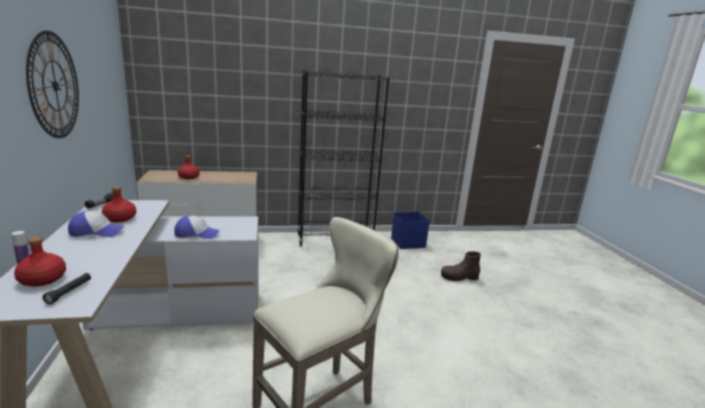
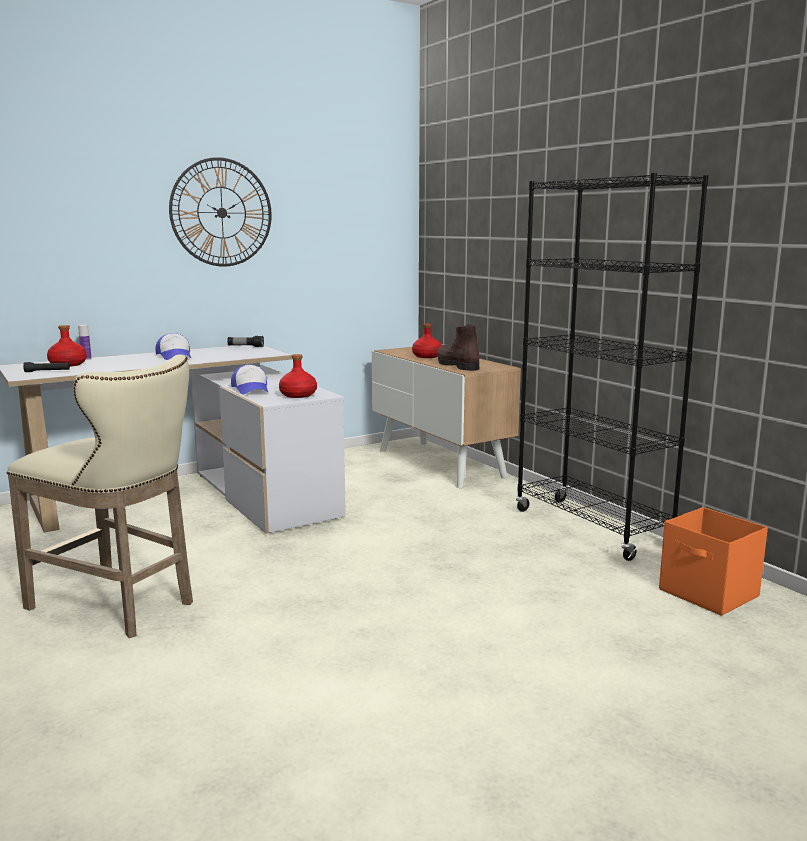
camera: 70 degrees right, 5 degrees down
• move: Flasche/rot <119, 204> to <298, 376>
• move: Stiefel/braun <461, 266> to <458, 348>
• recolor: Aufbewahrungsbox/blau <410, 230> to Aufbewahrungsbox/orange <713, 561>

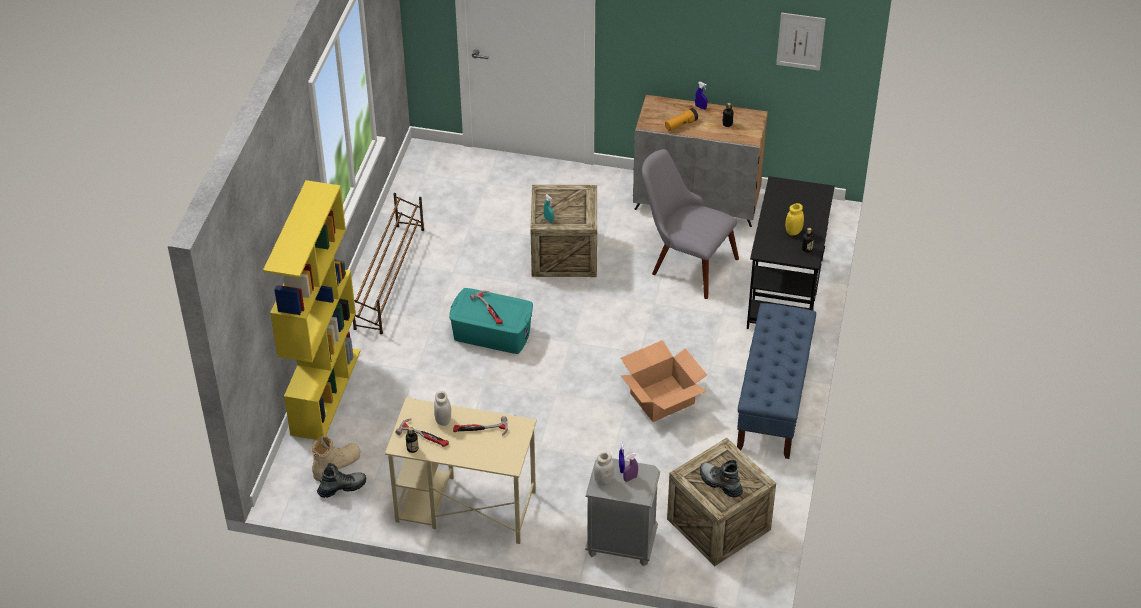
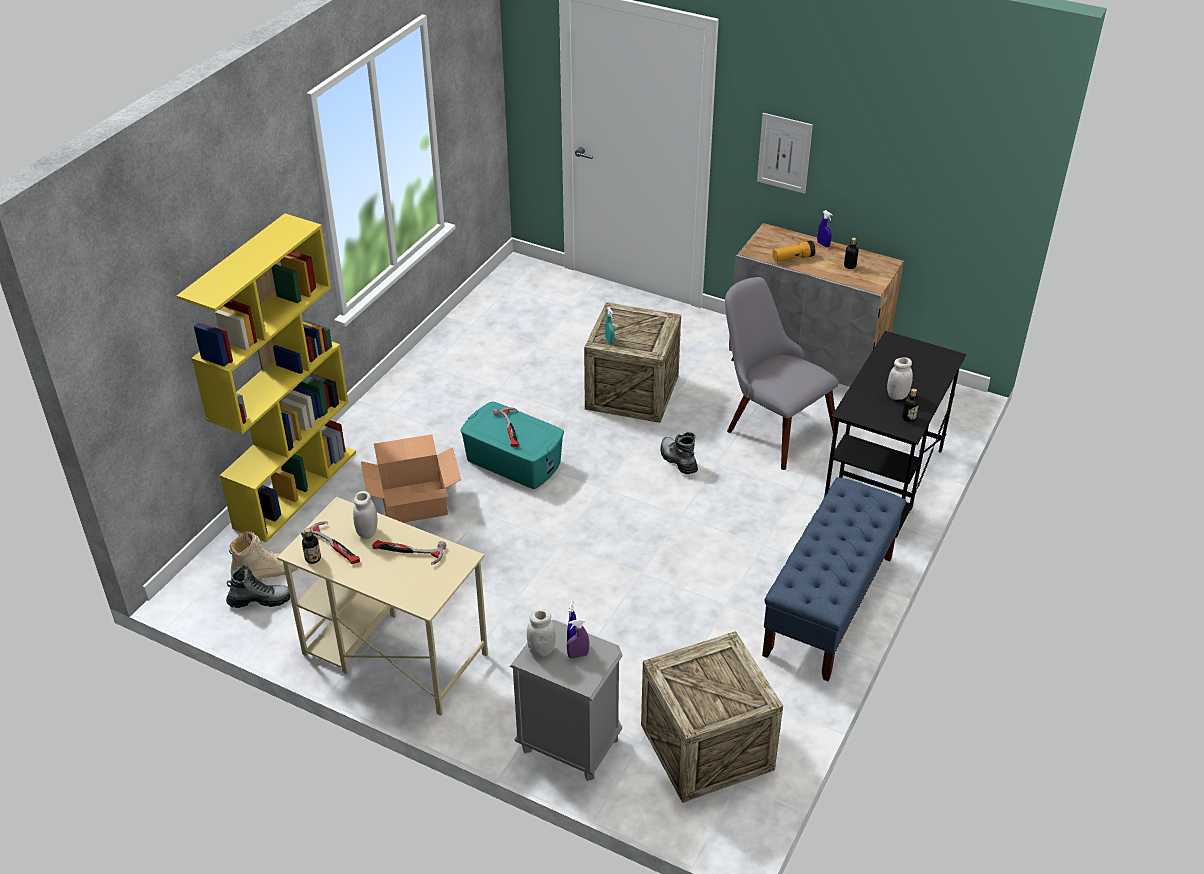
camera: 15 degrees right, 5 degrees down
• delete: Schuhregal/braun <388, 263>
• move: Karton <663, 381> to <411, 478>
• move: Stiefel <721, 479> to <679, 453>
• move: Bild <801, 42> to <785, 153>
• recolor: Vorratsglas/gelb <794, 219> to Vorratsglas/weiß <900, 378>

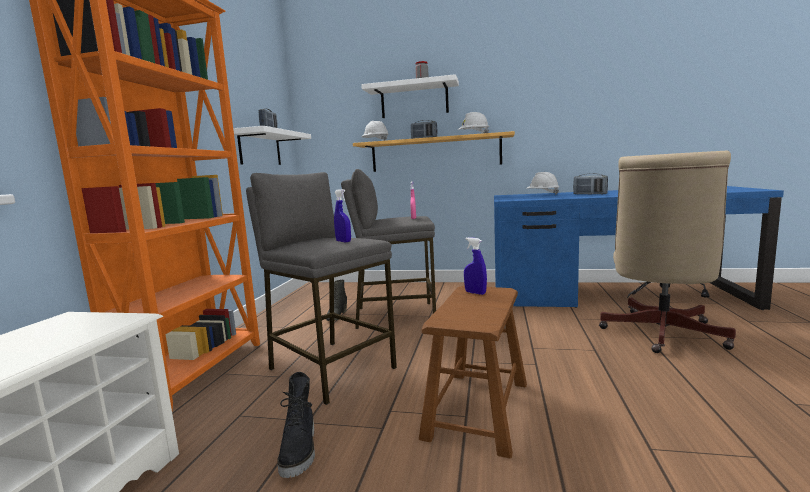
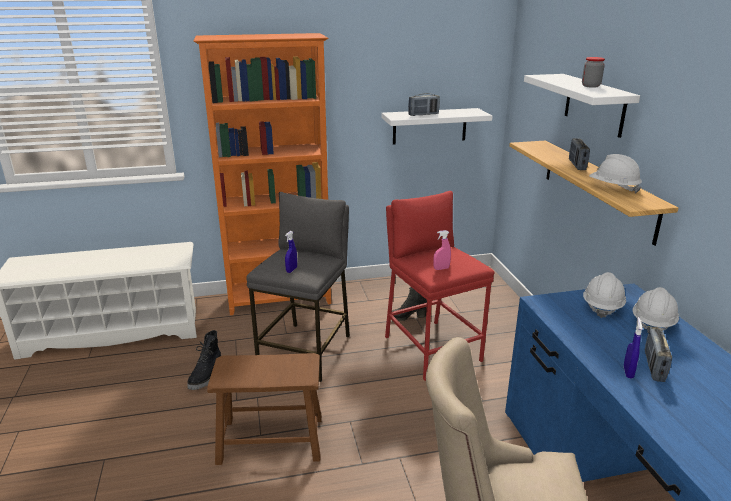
camera: 65 degrees right, 15 degrees up
• move: Schutzhelm/weiß <375, 131> to <604, 295>
• move: Sprühflasche/blau <475, 266> to <633, 348>
• recolor: Hocker/grau <388, 249> to Hocker/rot <439, 286>
• rotate: Stiefel/schwarz <296, 425> = <204, 360> 45 degrees counterclockwise

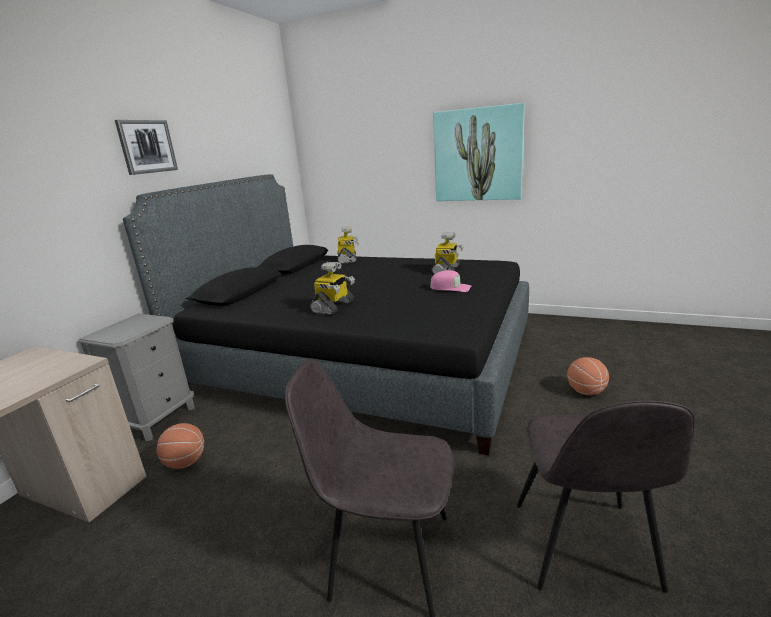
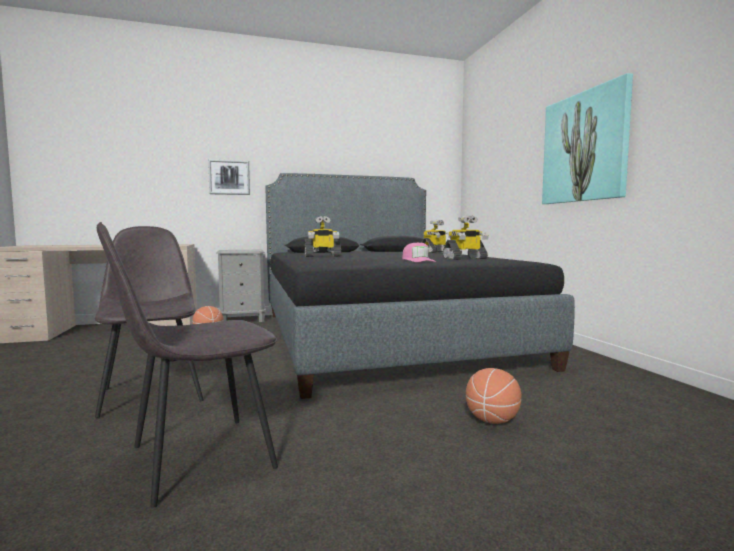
camera: 50 degrees right, 15 degrees down
• move: Bild <146, 147> to <229, 177>

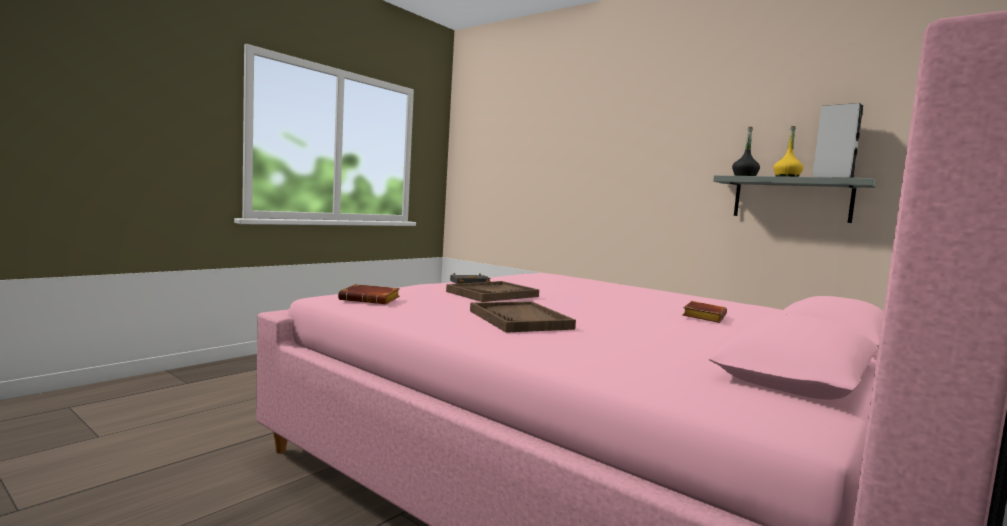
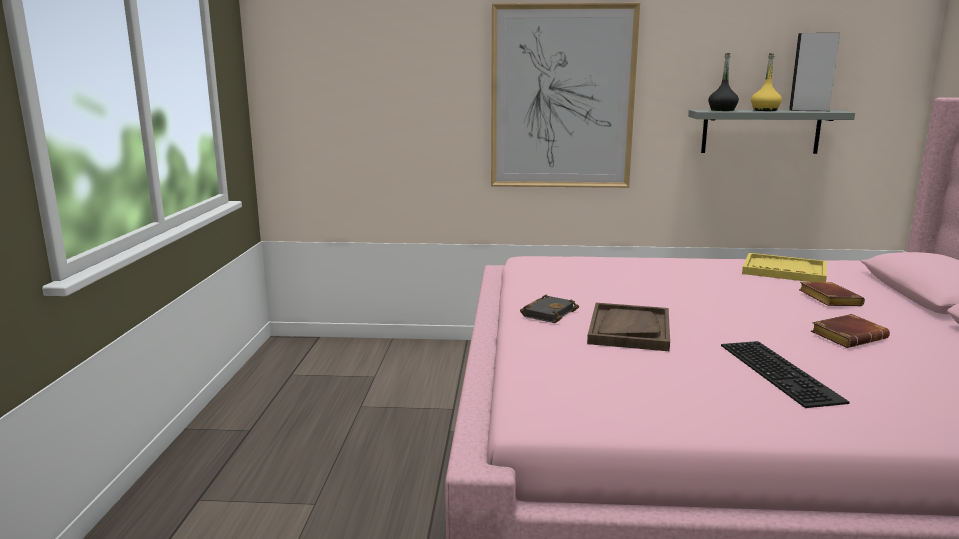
camera: 35 degrees left, 10 degrees up
• insert: Bild <565, 95>
• insert: Tablett/gelb <784, 267>
• move: Buch/braun <369, 294> to <850, 331>
• replace: Tablett/braun <523, 317> to Tastatur <785, 374>

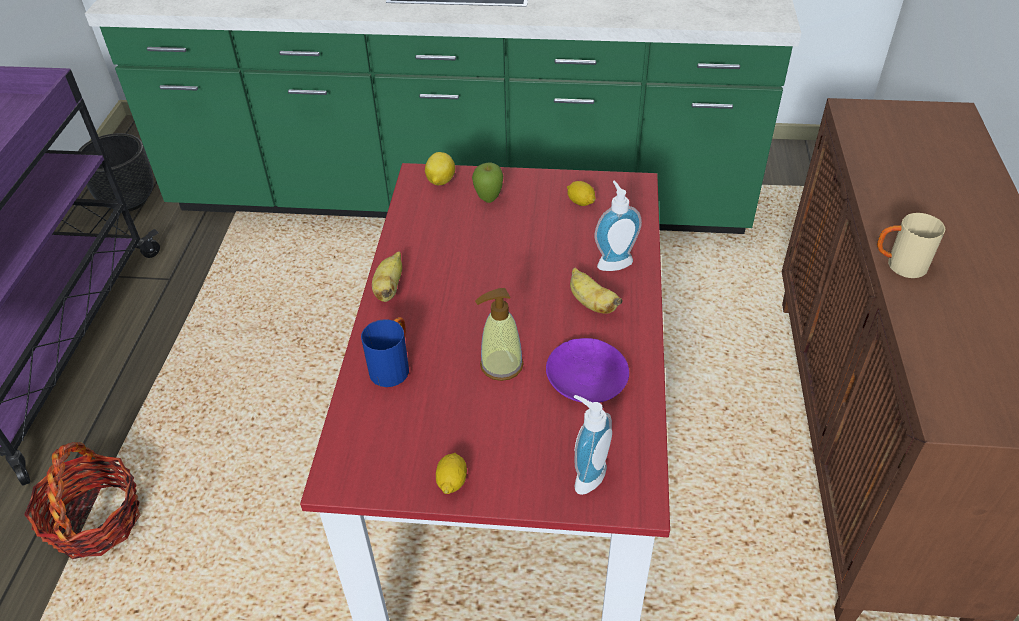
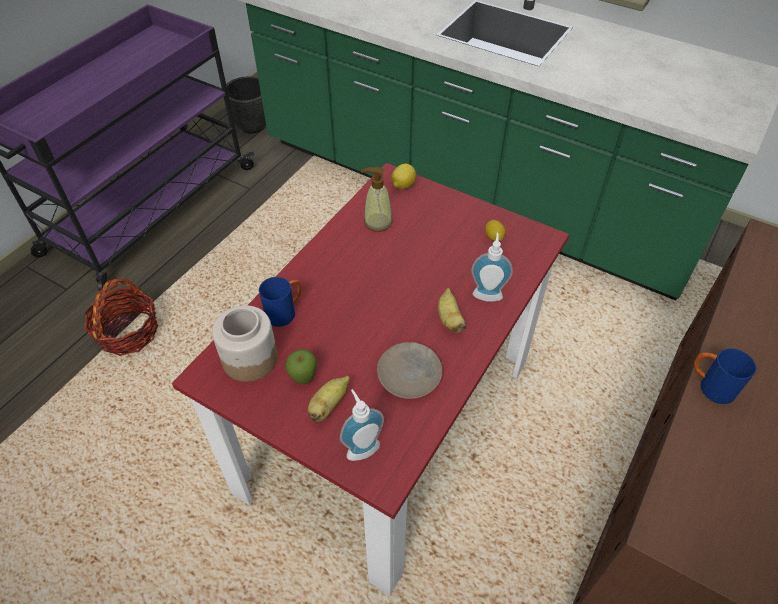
camera: 25 degrees right, 5 degrees up
• delete: Zitrone <451, 473>
• insert: Vorratsglas <245, 343>
• move: Banane <387, 277> to <329, 399>
• move: Apfel <487, 183> to <301, 366>
• move: Seifenspender <499, 334> to <377, 199>
• recolor: Teller/lila <587, 370> to Teller/beige <409, 370>
• recolor: Henkelbecher/beige <911, 245> to Henkelbecher/blau <725, 376>

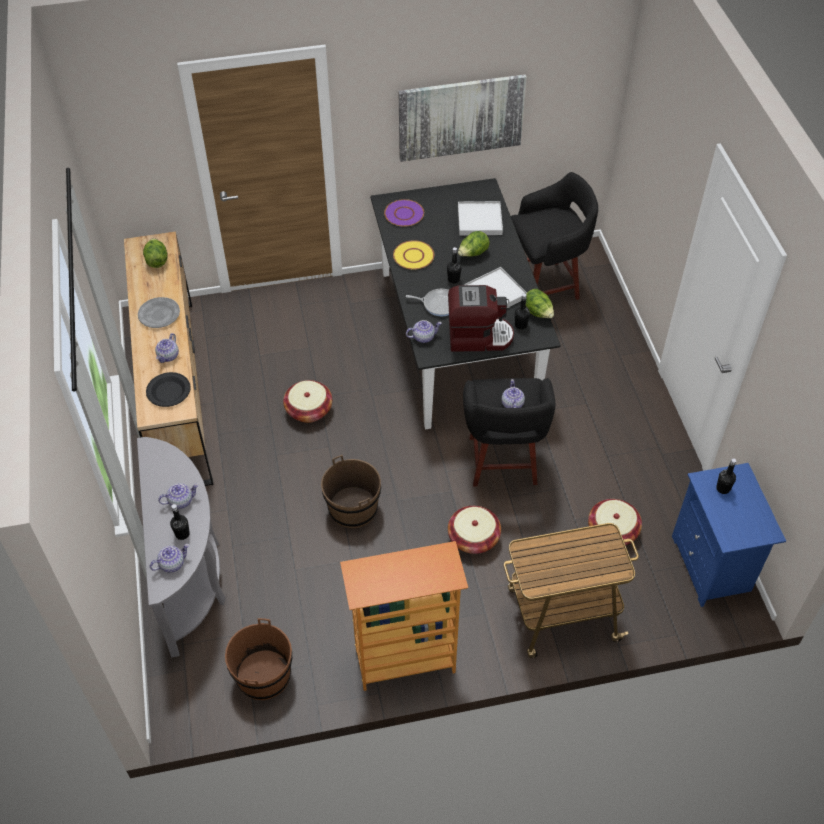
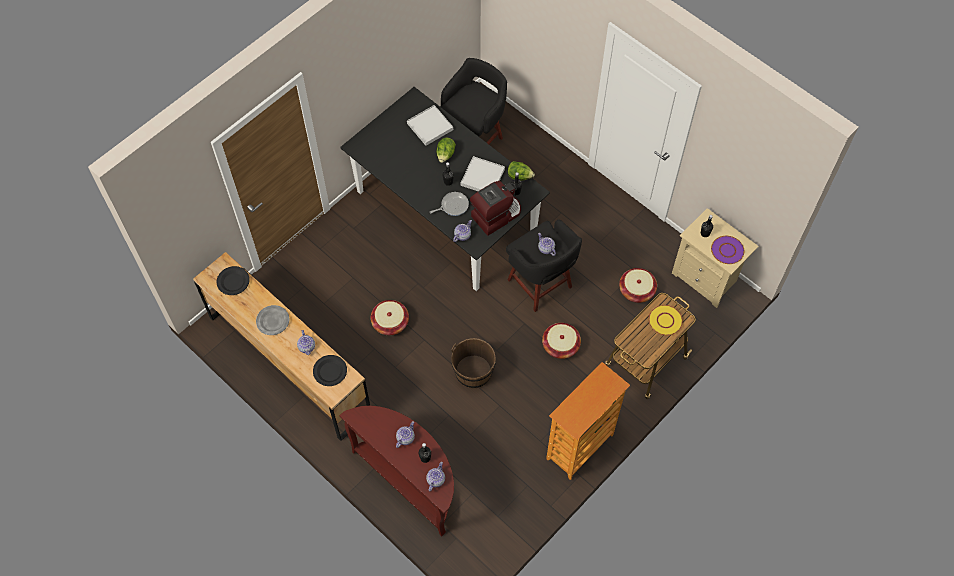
camera: 35 degrees left, 10 degrees up
• delete: Eimer/braun <258, 659>
• delete: Bild <463, 118>
• move: Teller/lila <404, 213> to <727, 250>
• move: Teller/gelb <413, 254> to <665, 320>
• replace: Salatkopf <155, 253> to Teller/schwarz <233, 280>
• recolor: Konsolentisch/grau <181, 547> to Konsolentisch/braun <397, 471>
• recolor: Nachttisch/blau <729, 535> to Nachttisch/beige <715, 258>

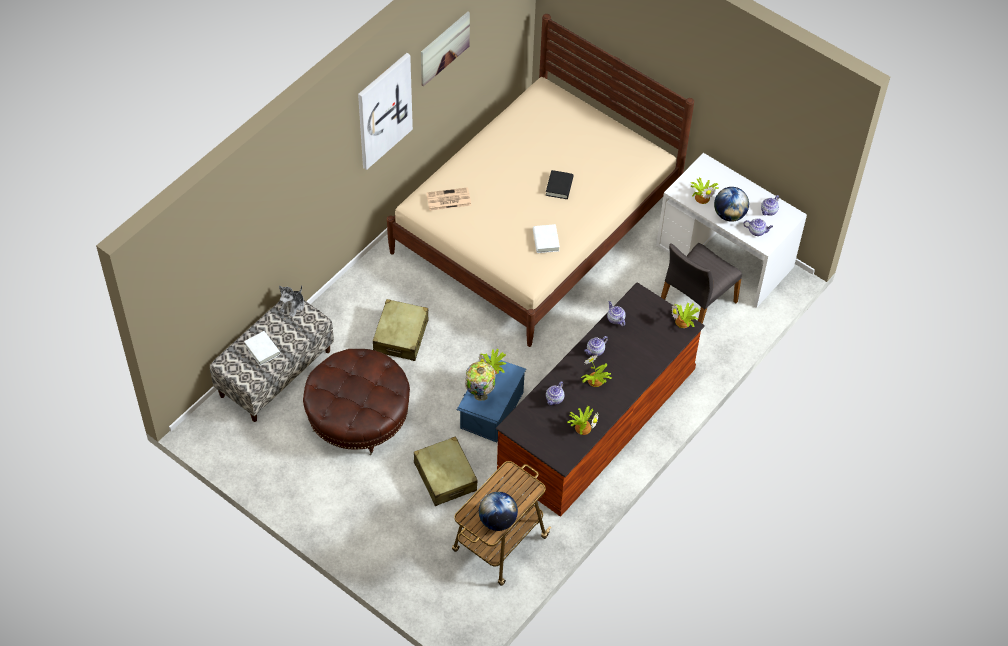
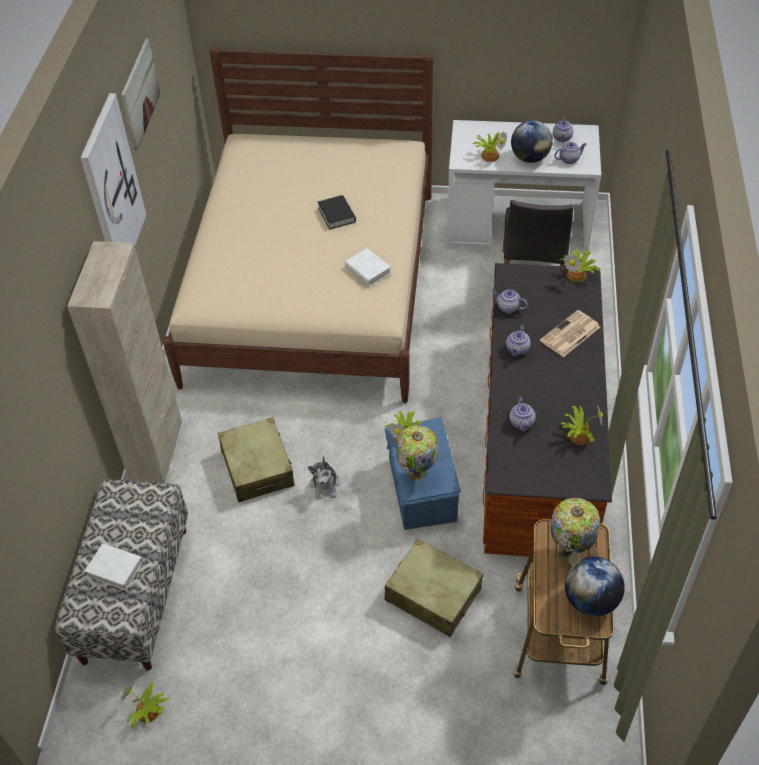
camera: 30 degrees left, 5 degrees down
• delete: Polsterhocker/braun <356, 402>
• insert: Schrank/beige <124, 362>
• insert: Tischlampe <575, 530>
• move: Plüschtier <291, 301> to <324, 477>
• move: Zeitung <448, 199> to <570, 333>
• move: Topfpflanze <597, 371> to <145, 703>

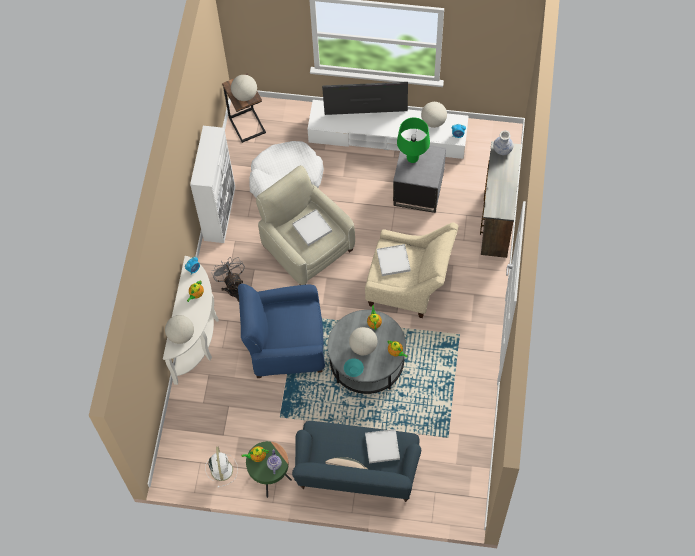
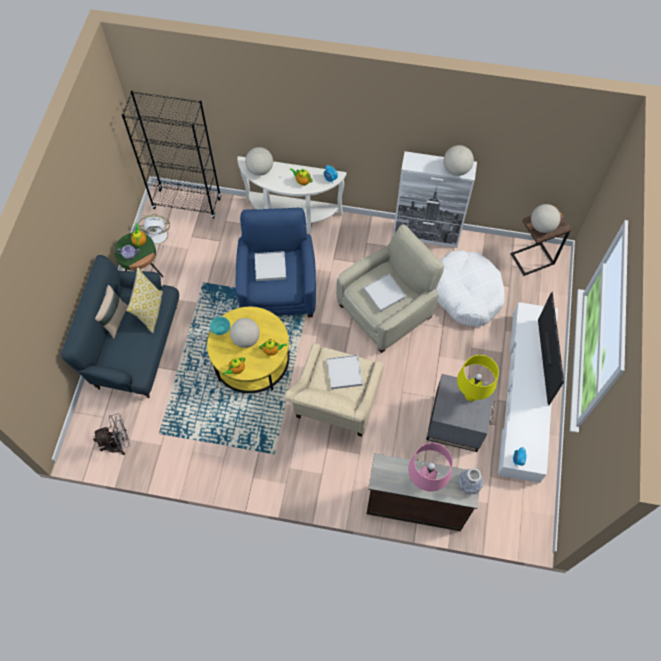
camera: 90 degrees right, 0 degrees up
• insert: Bücherregal/schwarz <171, 155>
• insert: Kissen <145, 300>
• insert: Tischlampe/rosa <430, 467>
• move: Ventilator/grau <228, 279> to <111, 434>
• move: Tablett/weiß <382, 446> to <270, 266>
• move: Globus <434, 115> to <458, 160>
• recolor: Couchtisch/grau <367, 352> to Couchtisch/gelb <248, 350>
• recolor: Tischlampe/grün <413, 140> to Tischlampe/gelb <478, 378>

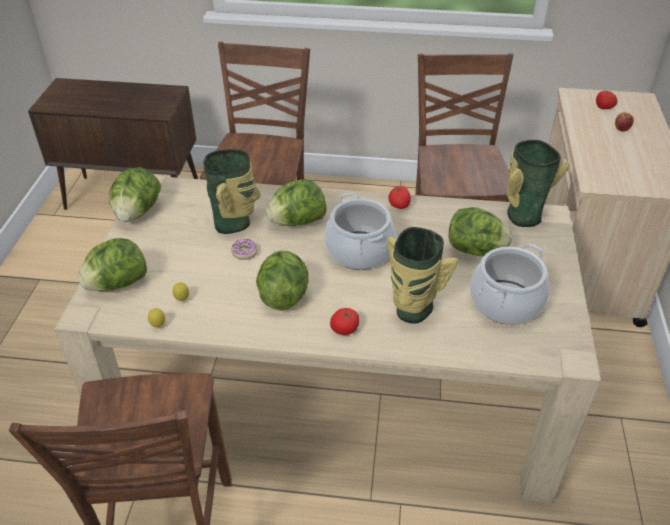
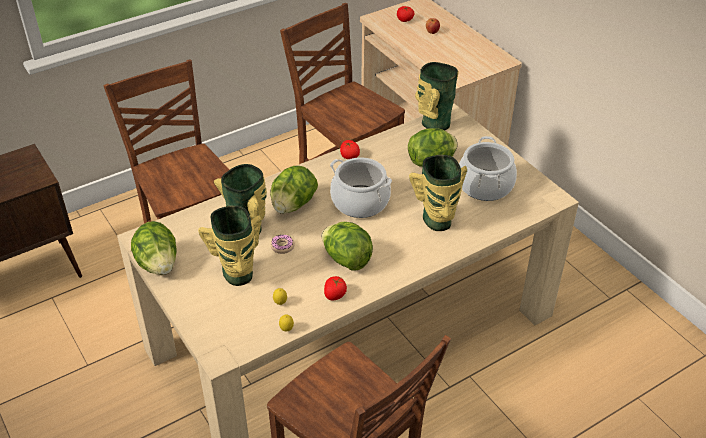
camera: 40 degrees left, 0 degrees up
• delete: Salatkopf <112, 264>
• insert: Vase <230, 245>
• move: Tomate <344, 321> to <335, 288>

